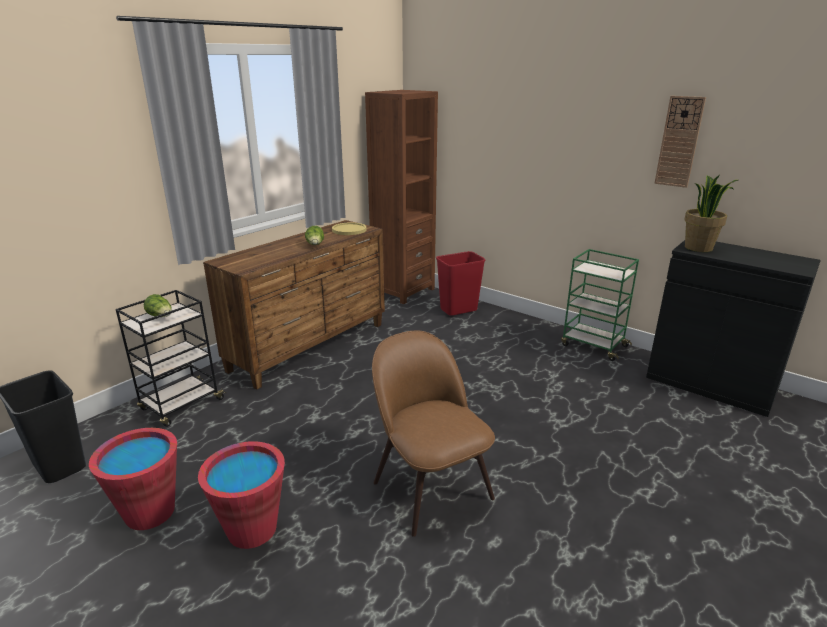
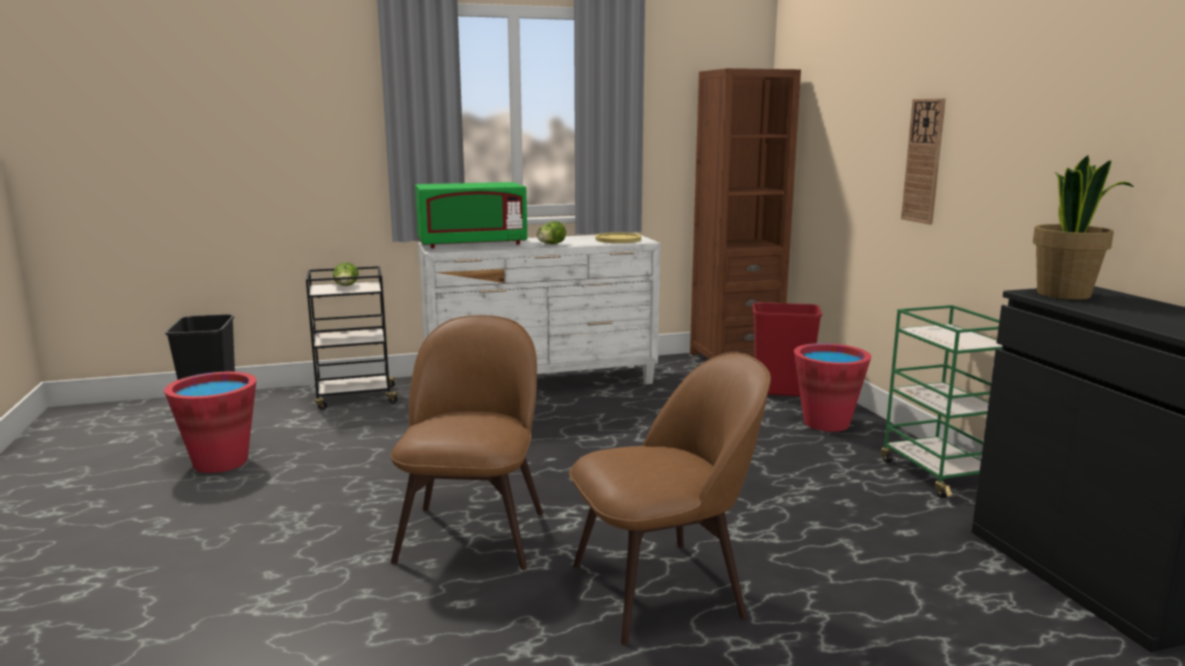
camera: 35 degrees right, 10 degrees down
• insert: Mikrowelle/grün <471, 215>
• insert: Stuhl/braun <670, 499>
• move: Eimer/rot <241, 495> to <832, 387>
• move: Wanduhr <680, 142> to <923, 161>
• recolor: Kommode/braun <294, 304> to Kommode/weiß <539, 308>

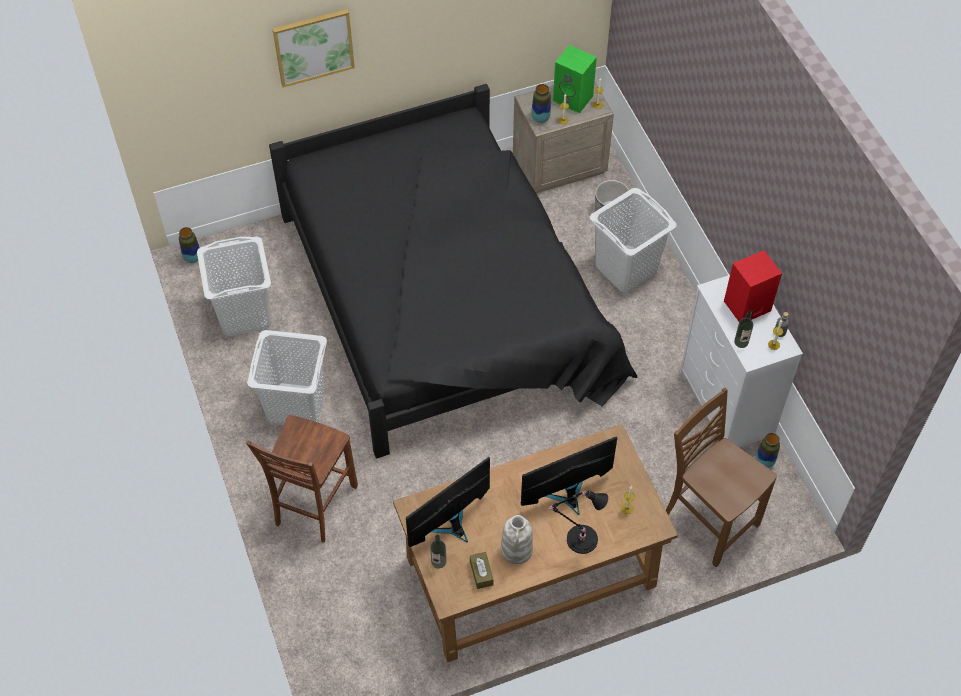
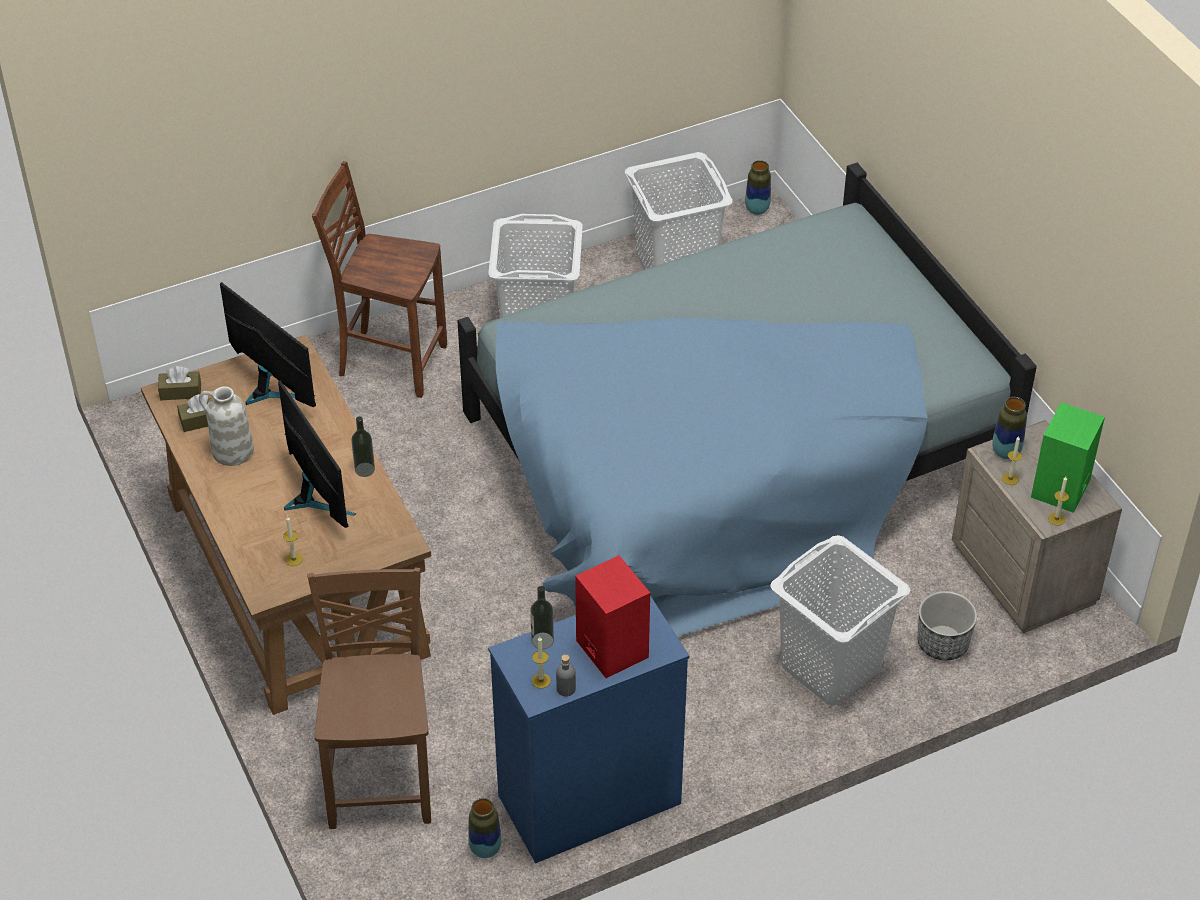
camera: 85 degrees right, 10 degrees down
• delete: Bild <314, 48>
• delete: Tischlampe/schwarz <578, 522>
• insert: Taschentuchbox/braun <179, 383>
• move: Flasche <438, 552> to <363, 446>
• recolor: Bett/schwarz <453, 271> to Bett/blau <747, 399>
• recolor: Kommode/weiß <741, 361> to Kommode/blau <588, 729>
• rotate: Stuhl/braun <721, 477> = <369, 698> 45 degrees counterclockwise

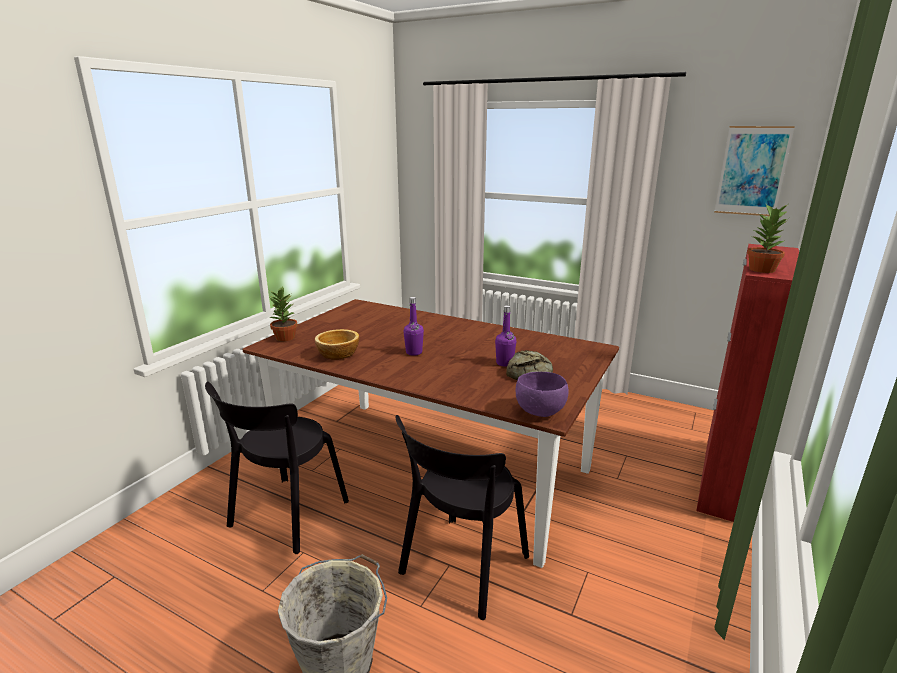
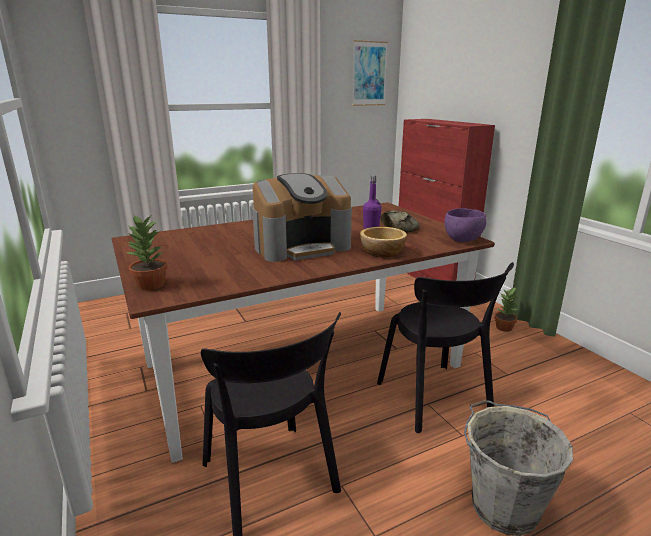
camera: 55 degrees left, 0 degrees up
• move: Schüssel <337, 344> to <383, 242>
• move: Topfpflanze <768, 238> to <506, 309>
• replace: Flasche/lila <414, 326> to Kaffeemaschine <302, 217>

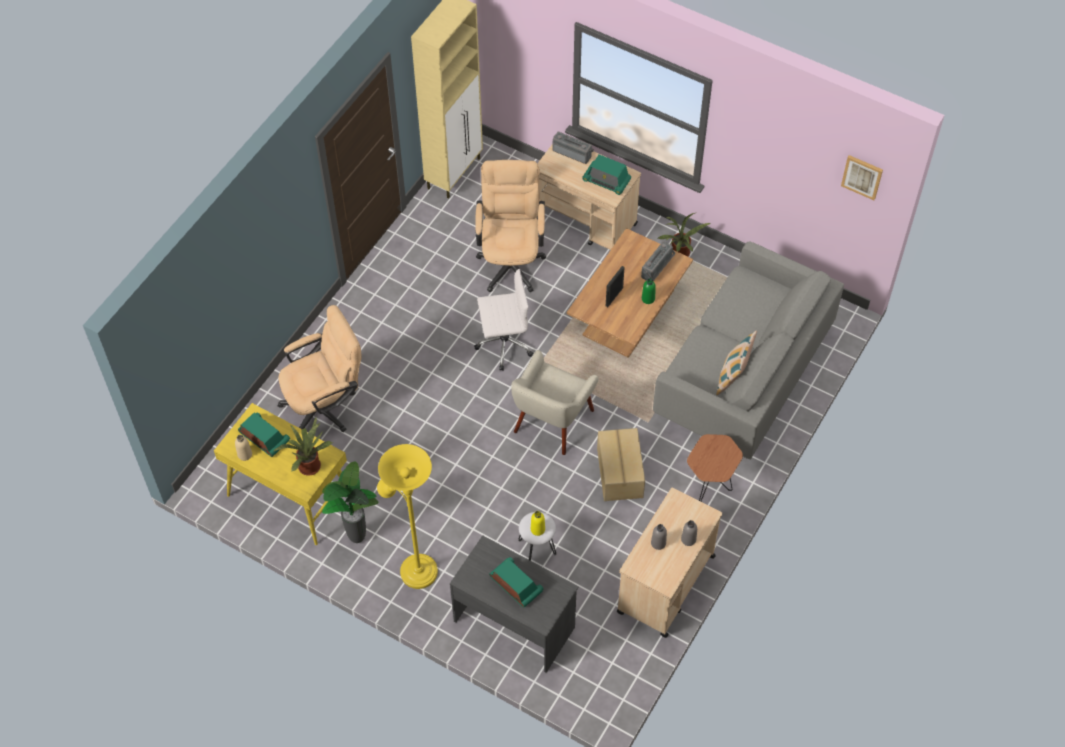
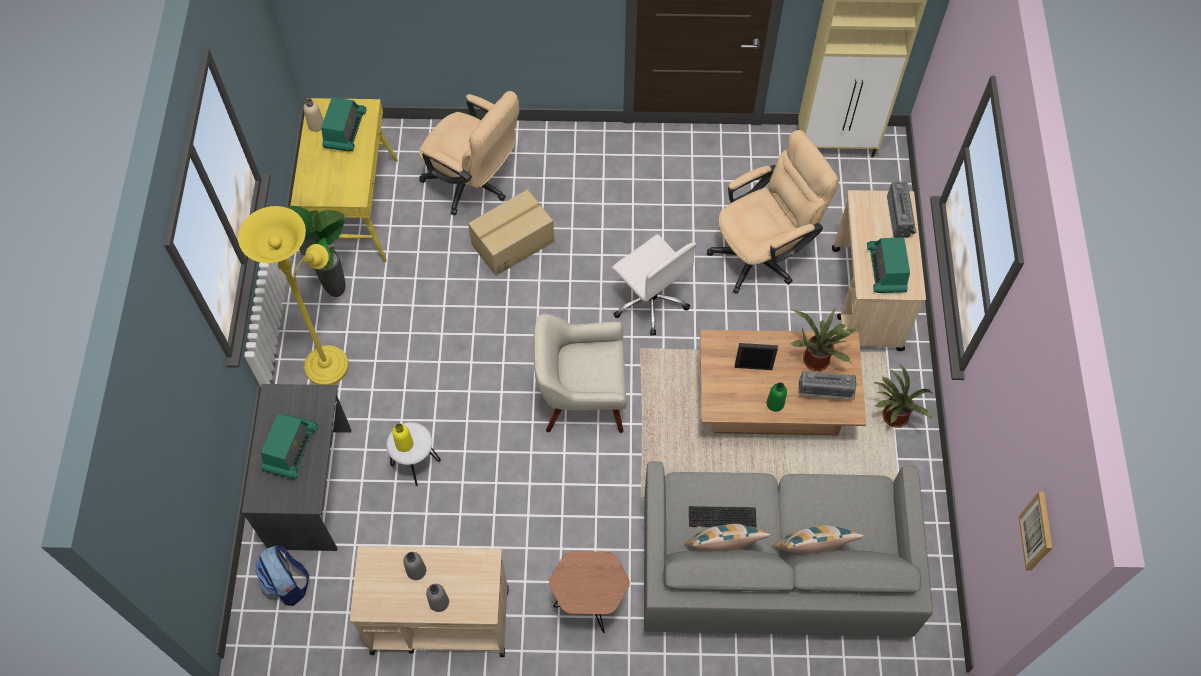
camera: 60 degrees right, 5 degrees up
• insert: Rucksack <282, 575>
• insert: Tastatur <723, 517>
• insert: Kissen <818, 539>
• move: Topfpflanze <303, 446> to <825, 339>
• move: Karton <621, 464> to <511, 232>

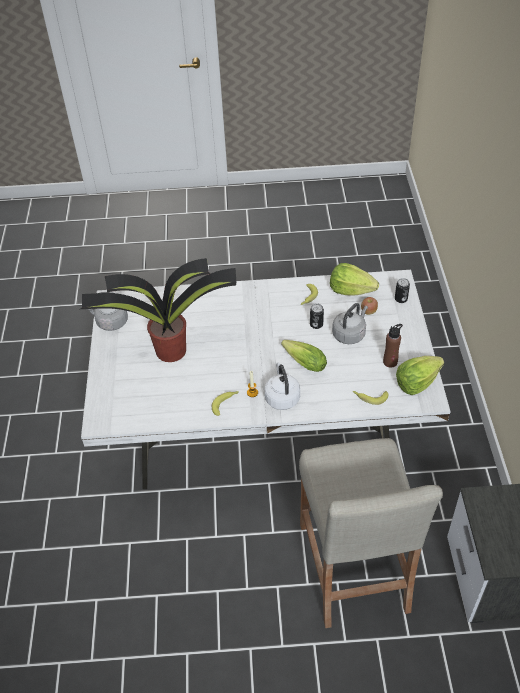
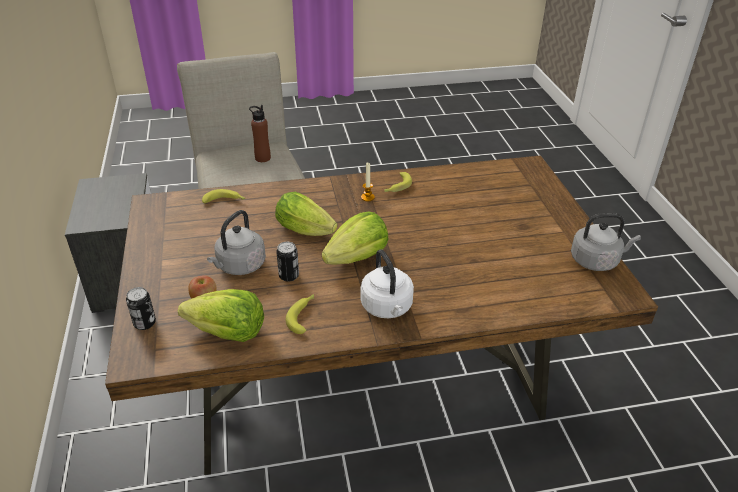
camera: 170 degrees right, 10 degrees down
• delete: Topfpflanze <158, 310>
• move: Wasserkessel/weiß <282, 386> to <387, 283>
• move: Flasche/braun <393, 346> to <260, 133>
• move: Salatkopf <420, 375> to <355, 238>
• recolor: Esstisch/weiß <266, 379> to Esstisch/braun <381, 315>

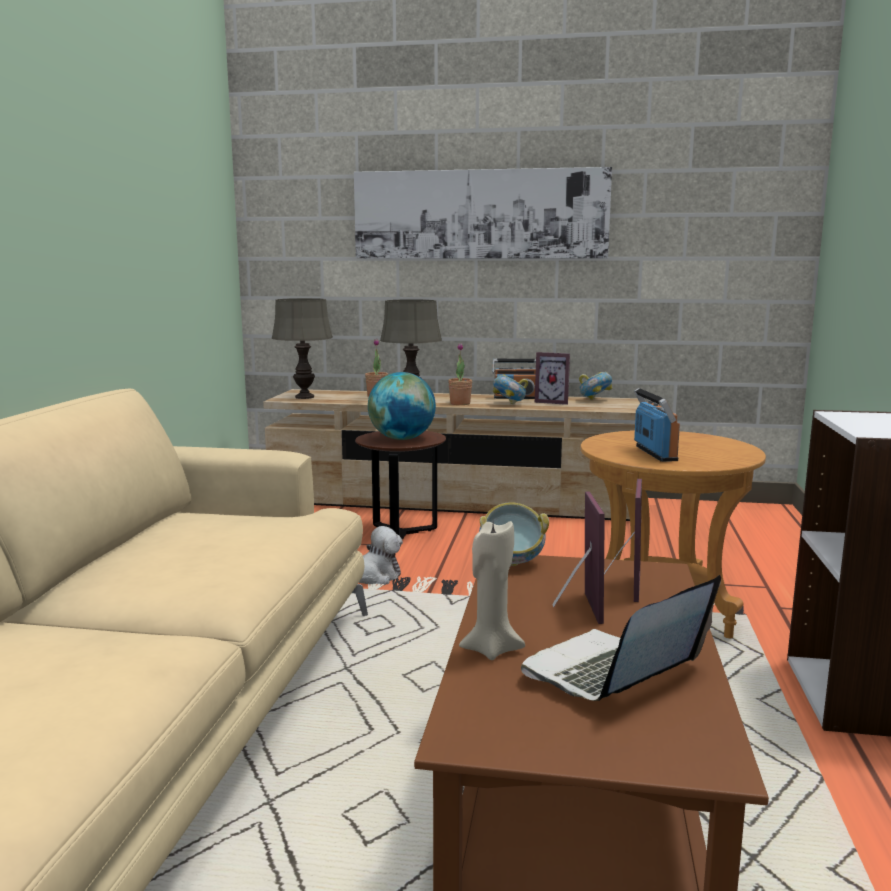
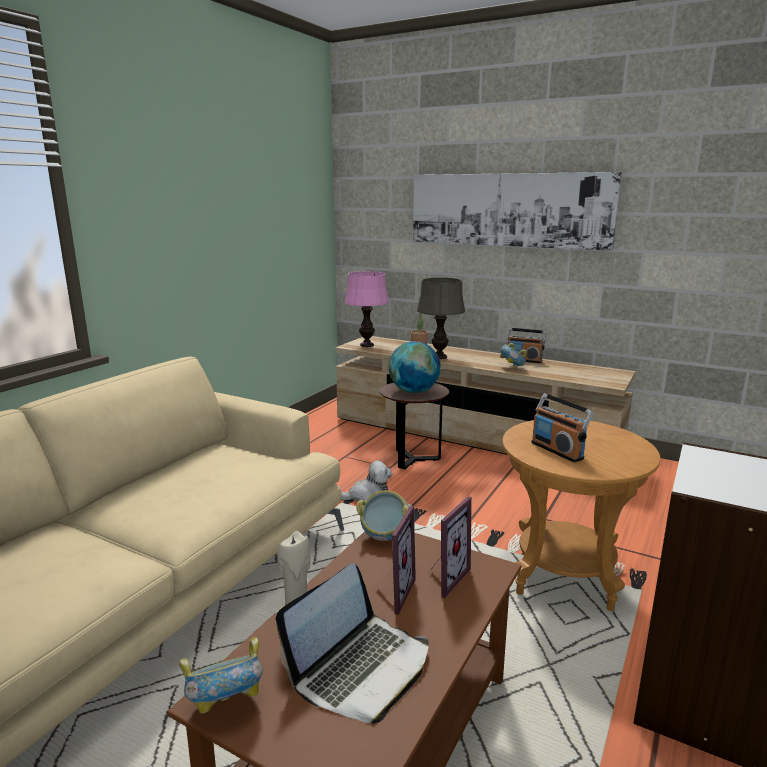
camera: 20 degrees right, 5 degrees up
• delete: Topfpflanze <460, 374>
• delete: Bilderrahmen <552, 378>
• move: Schüssel <595, 386> to <221, 675>
• recolor: Tischlampe/grau <302, 348> to Tischlampe/rosa <367, 309>
• rotate: Laptop <621, 638> = <352, 643> 150 degrees clockwise
• rotate: Radio <657, 425> = <562, 427> 135 degrees clockwise

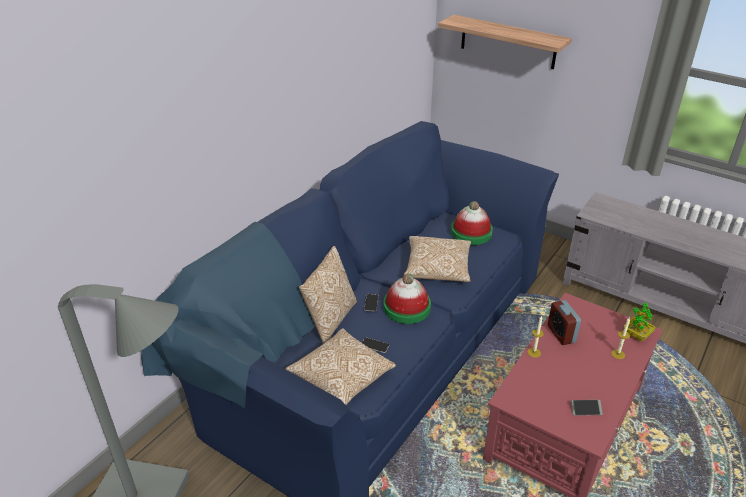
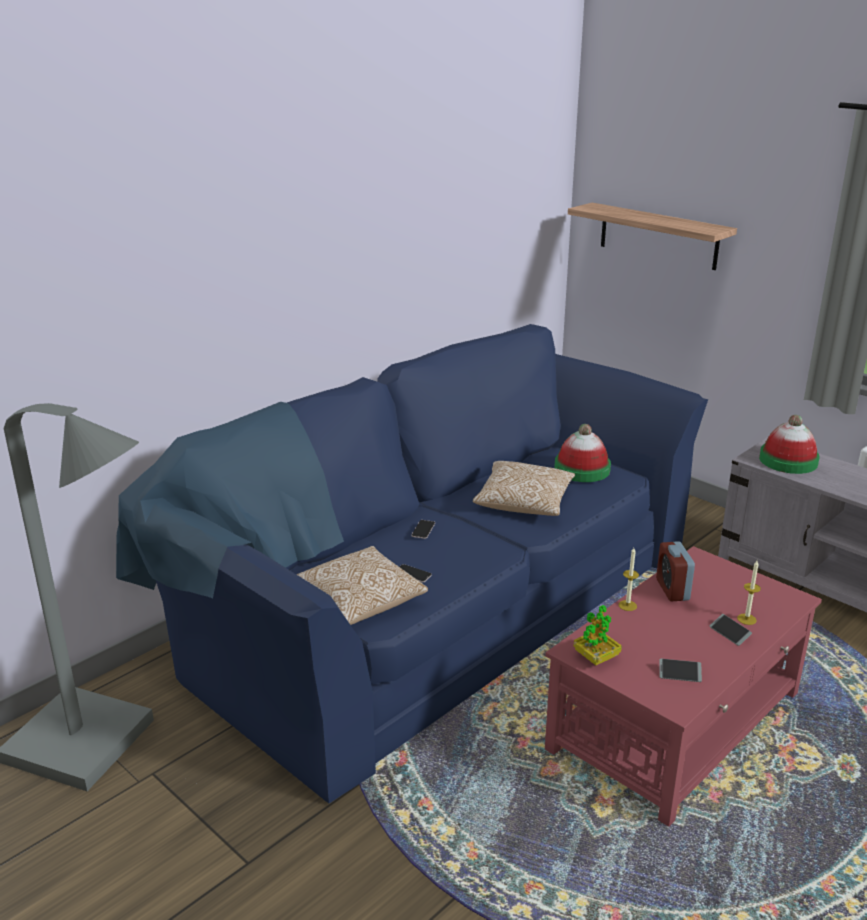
camera: 10 degrees right, 10 degrees down
• delete: Kissen <328, 295>
• insert: Handy <731, 630>
• move: Hut <407, 299> to <789, 444>
• move: Topfpflanze <639, 322> to <598, 635>

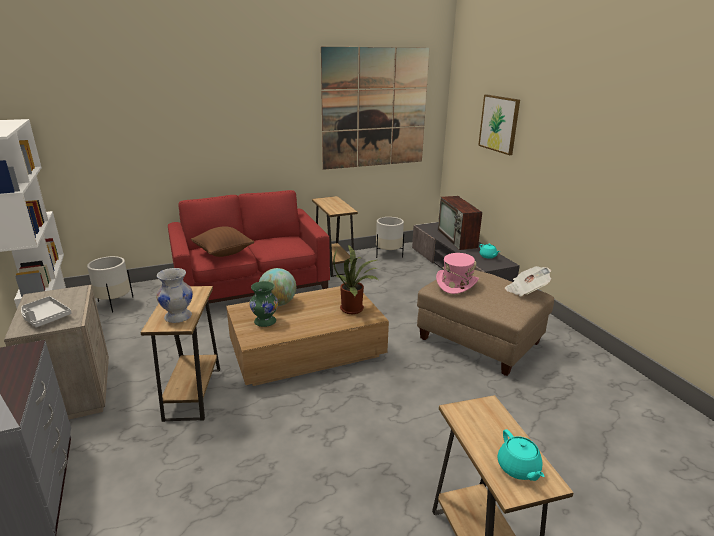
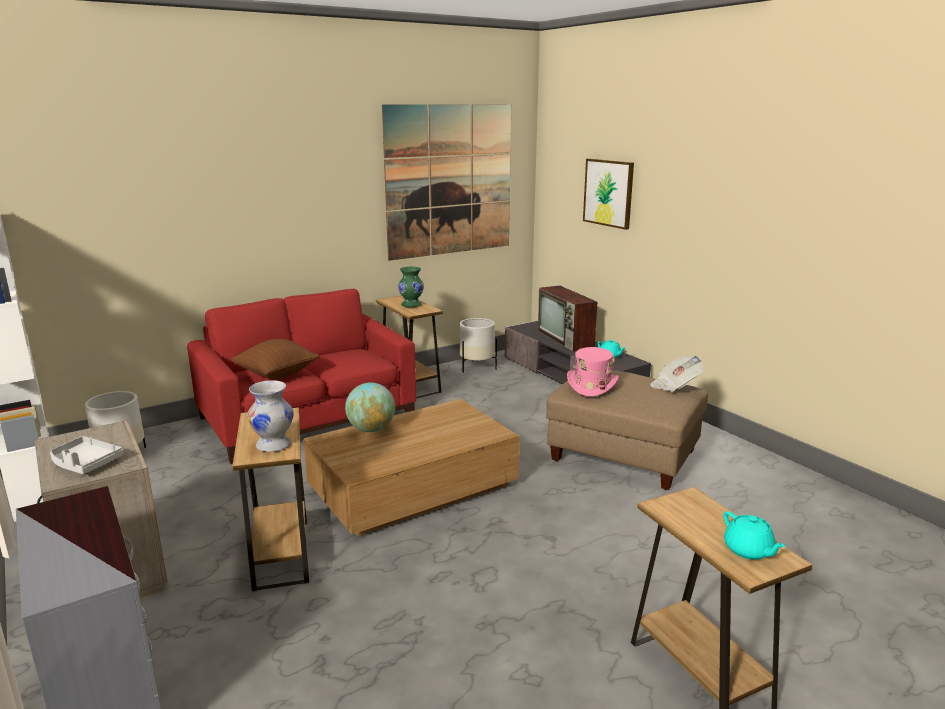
camera: 10 degrees left, 5 degrees down
• delete: Topfpflanze <355, 279>
• move: Vase/grün <263, 304> to <411, 287>

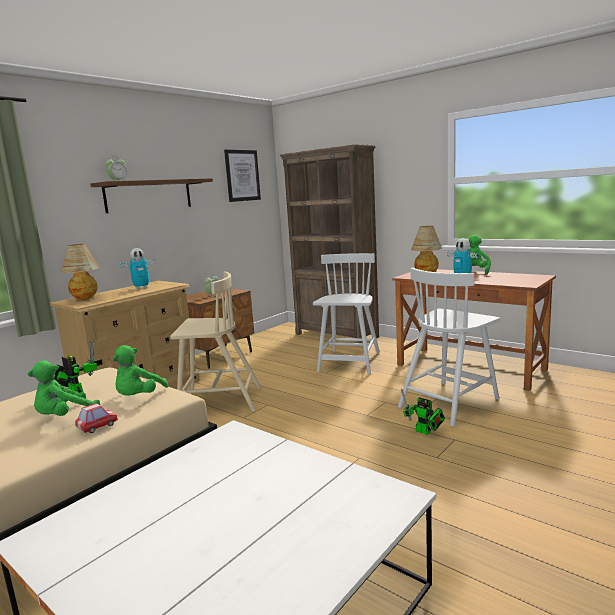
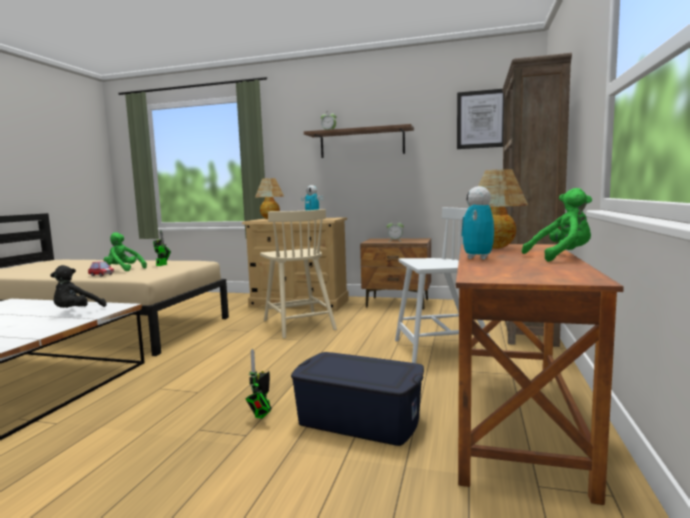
camera: 65 degrees right, 5 degrees down
• delete: Plüschtier/grün <141, 370>
• insert: Plüschtier/schwarz <78, 286>
• replace: Stuhl/weiß <449, 347> to Aufbewahrungsbox/blau <357, 399>

